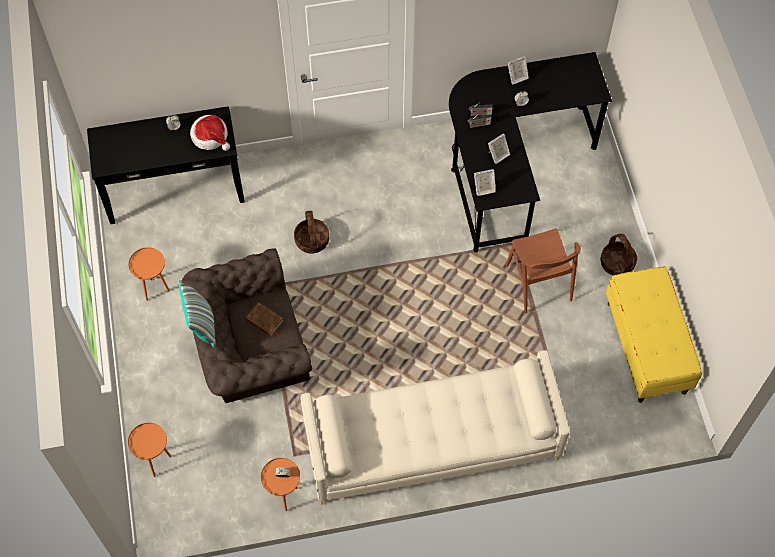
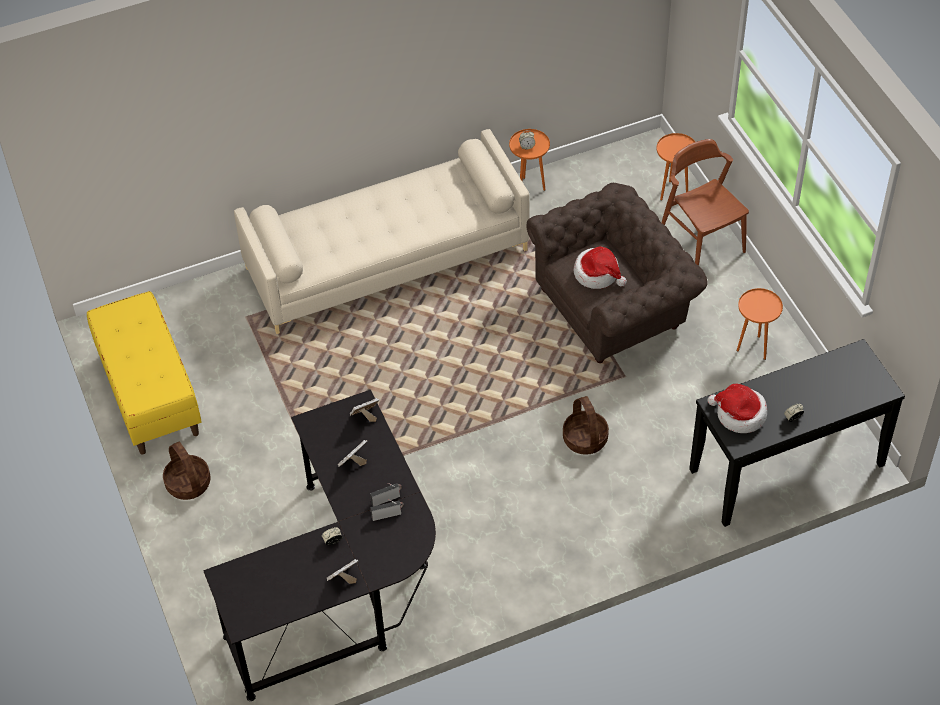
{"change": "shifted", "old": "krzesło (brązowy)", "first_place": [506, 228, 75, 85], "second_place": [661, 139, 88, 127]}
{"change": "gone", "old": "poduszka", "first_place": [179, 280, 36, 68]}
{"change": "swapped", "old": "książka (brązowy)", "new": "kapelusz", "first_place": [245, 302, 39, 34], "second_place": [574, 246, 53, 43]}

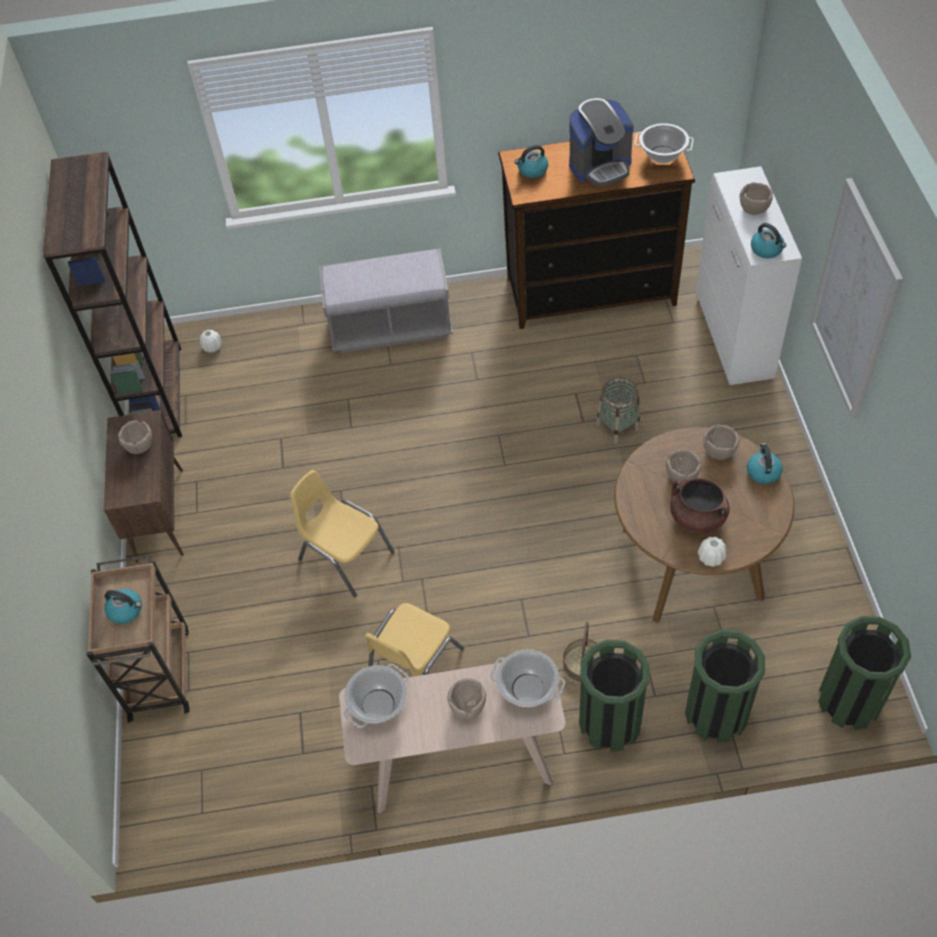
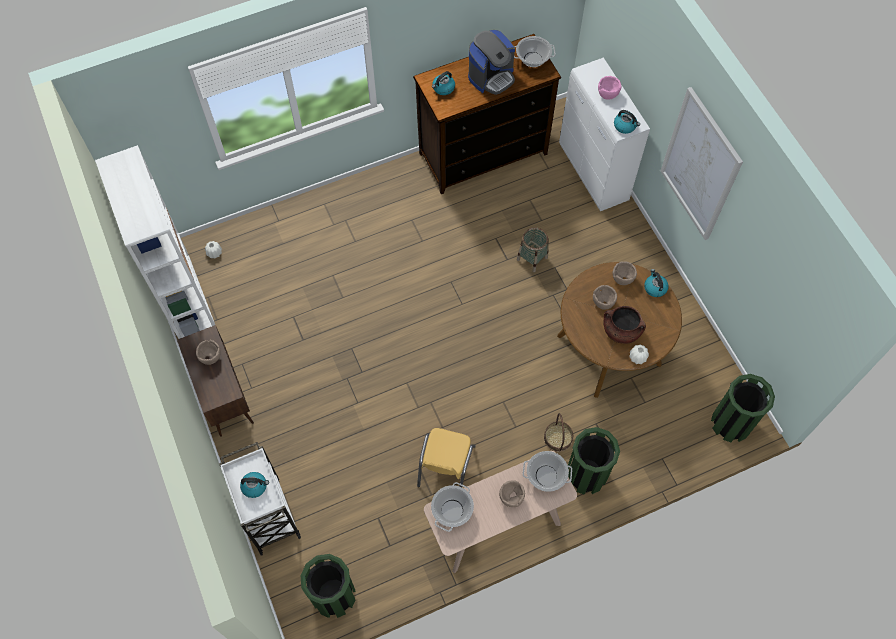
{"change": "repainted", "old": "regał (brązowy)", "new": "regał (biały)", "first_place": [43, 151, 139, 286], "second_place": [95, 145, 120, 194]}
{"change": "repainted", "old": "miska (brązowy)", "new": "miska (różowy)", "first_place": [740, 182, 33, 33], "second_place": [598, 76, 23, 24]}
{"change": "gone", "old": "ławka (szary)", "first_place": [319, 248, 134, 105]}
{"change": "gone", "old": "krzesło (żółty)", "first_place": [290, 470, 105, 128]}
{"change": "repainted", "old": "wózek (brązowy)", "new": "wózek (biały)", "first_place": [87, 555, 103, 168], "second_place": [219, 442, 82, 114]}
{"change": "shifted", "old": "kosz na śmieci (zielony)", "first_place": [685, 630, 80, 113], "second_place": [300, 554, 56, 64]}

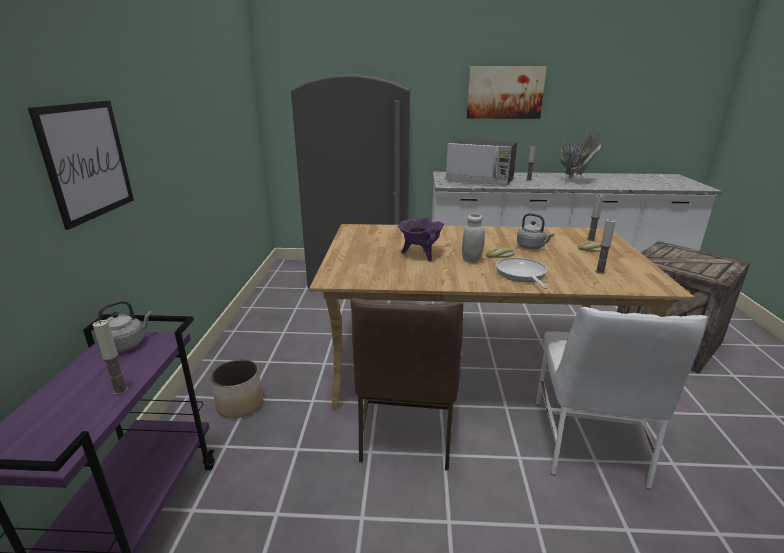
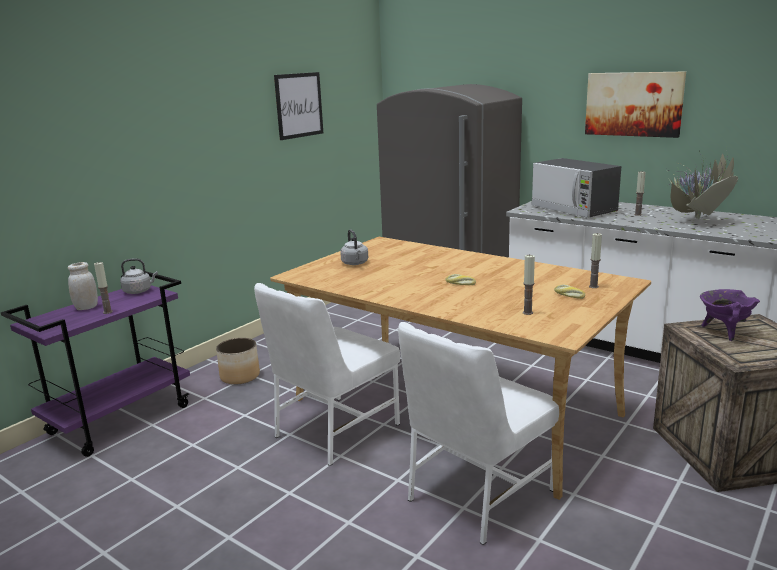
{"change": "shifted", "old": "obraz", "first_place": [28, 100, 106, 130], "second_place": [274, 72, 49, 68]}
{"change": "shifted", "old": "czajnik (szary)", "first_place": [517, 213, 37, 36], "second_place": [340, 229, 28, 36]}
{"change": "shifted", "old": "słoik (biały)", "first_place": [462, 214, 23, 49], "second_place": [68, 262, 30, 48]}
{"change": "shifted", "old": "garnek (fioletowy)", "first_place": [398, 217, 46, 44], "second_place": [700, 289, 60, 52]}
{"change": "gone", "old": "patelnia", "first_place": [496, 258, 52, 31]}
{"change": "repainted", "old": "krzesło (brązowy)", "new": "krzesło (biały)", "first_place": [350, 298, 113, 173], "second_place": [254, 283, 146, 183]}

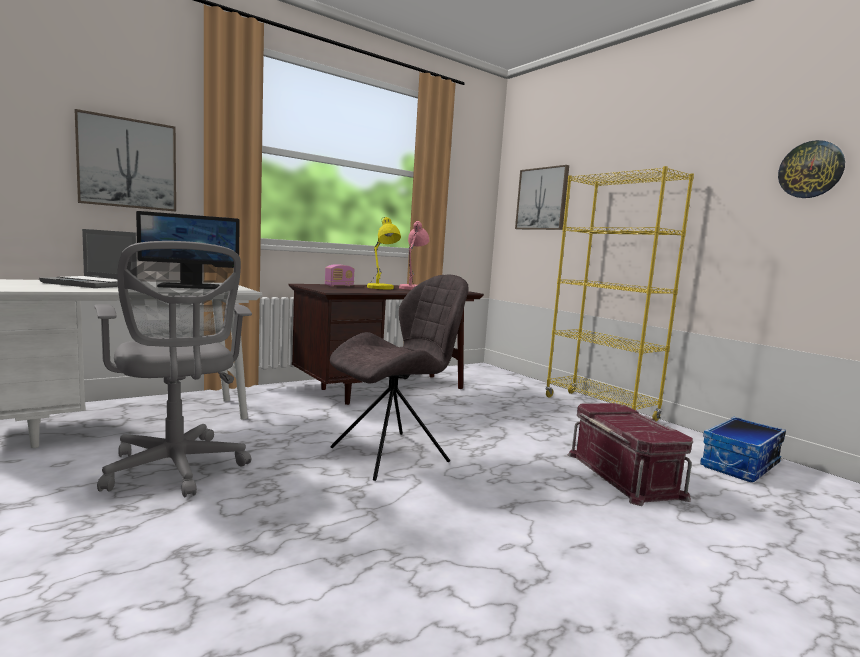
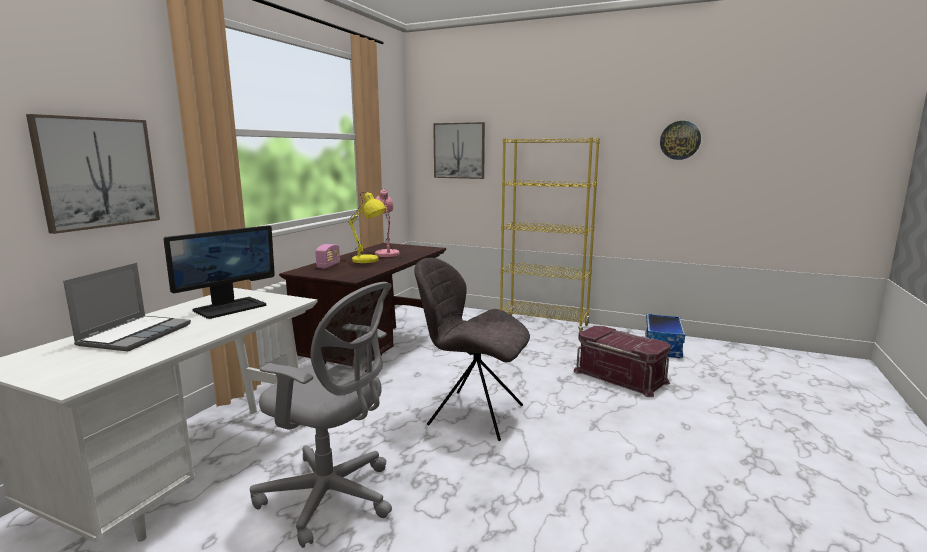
{"change": "rotated", "old": "laptop", "first_place": [39, 229, 98, 59], "second_place": [63, 263, 128, 88], "degrees": -60}
{"change": "rotated", "old": "krzesło (szary)", "first_place": [330, 275, 139, 206], "second_place": [414, 258, 116, 183], "degrees": -90}

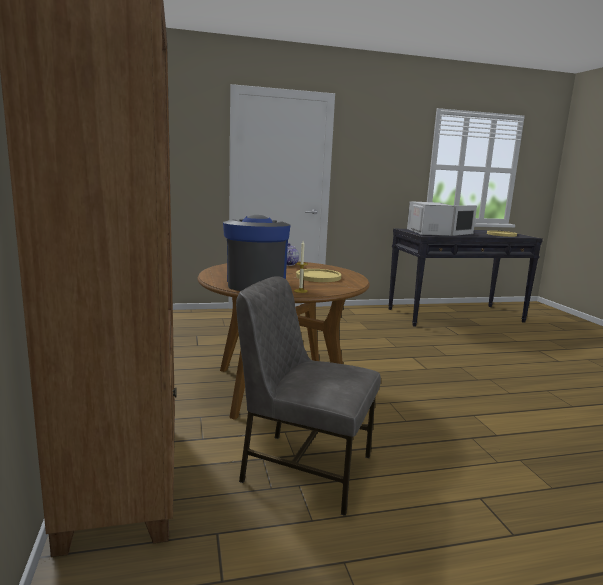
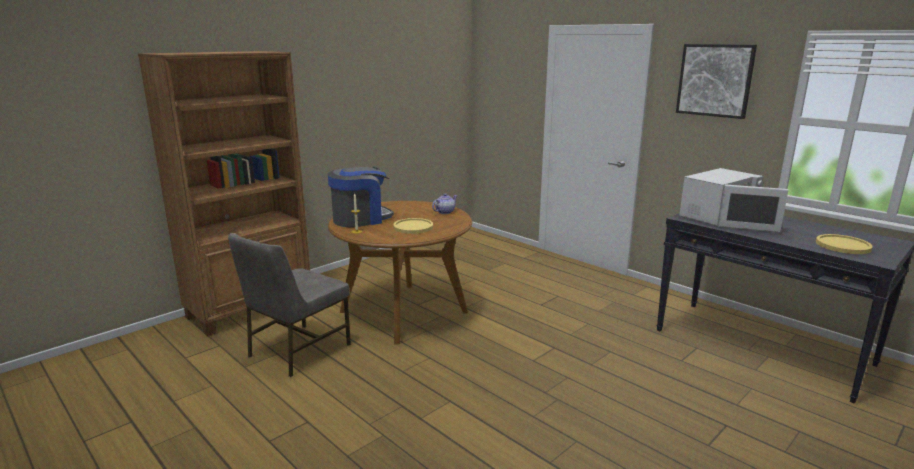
{"change": "rotated", "old": "krzesło (szary)", "first_place": [236, 276, 145, 240], "second_place": [228, 233, 123, 144], "degrees": -135}
{"change": "new", "new": "obraz", "second_place": [676, 44, 81, 75]}

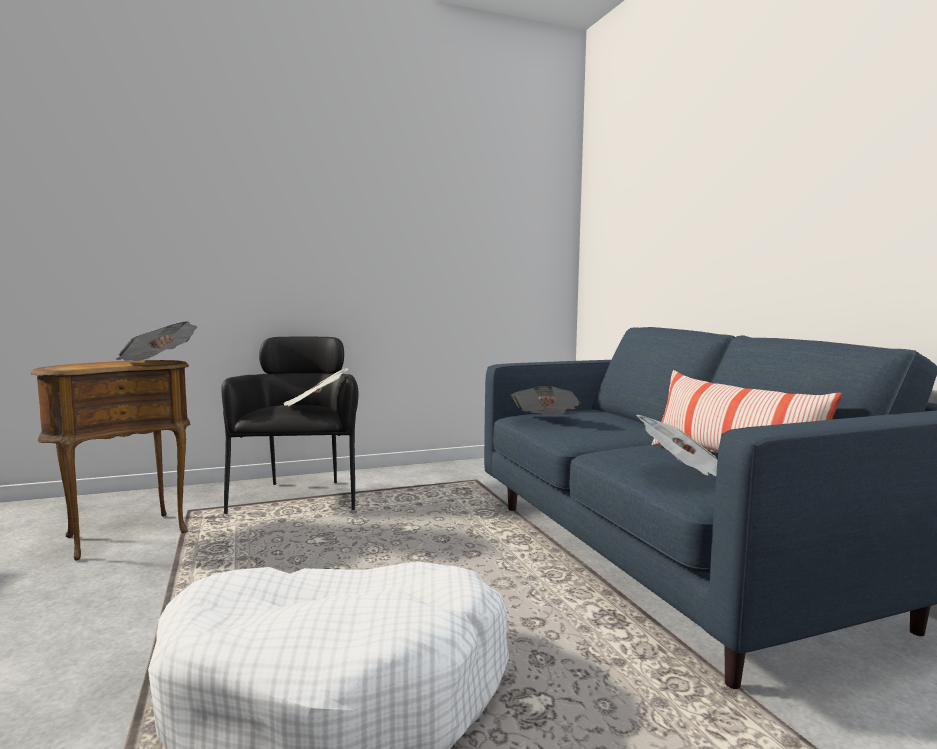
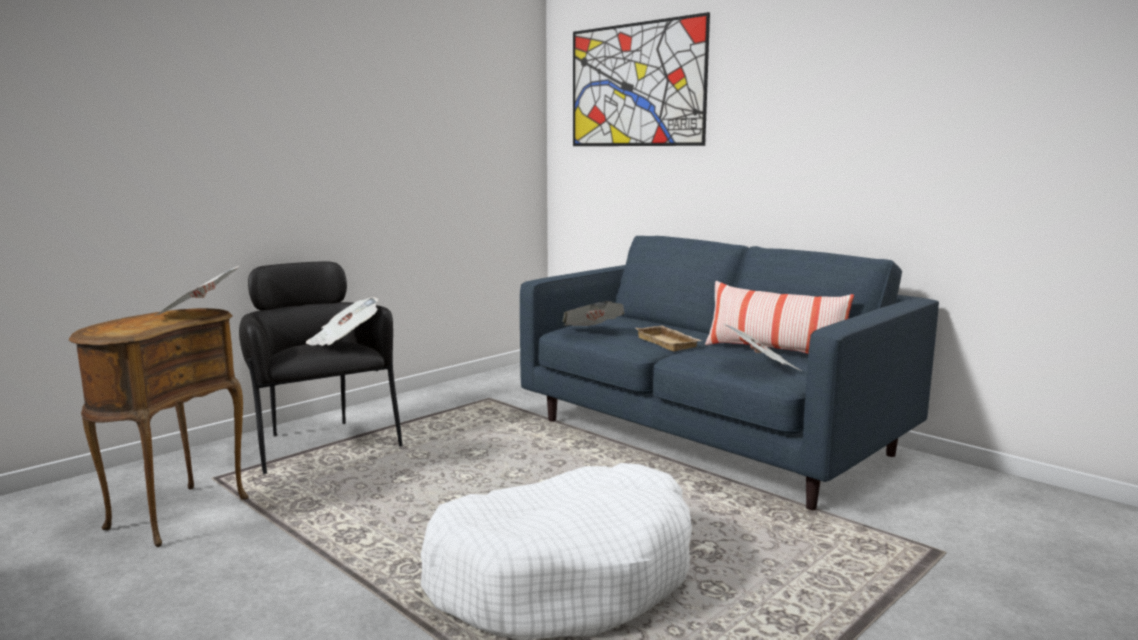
{"change": "new", "new": "obraz", "second_place": [573, 12, 137, 134]}
{"change": "new", "new": "taca (beżowy)", "second_place": [636, 325, 66, 26]}

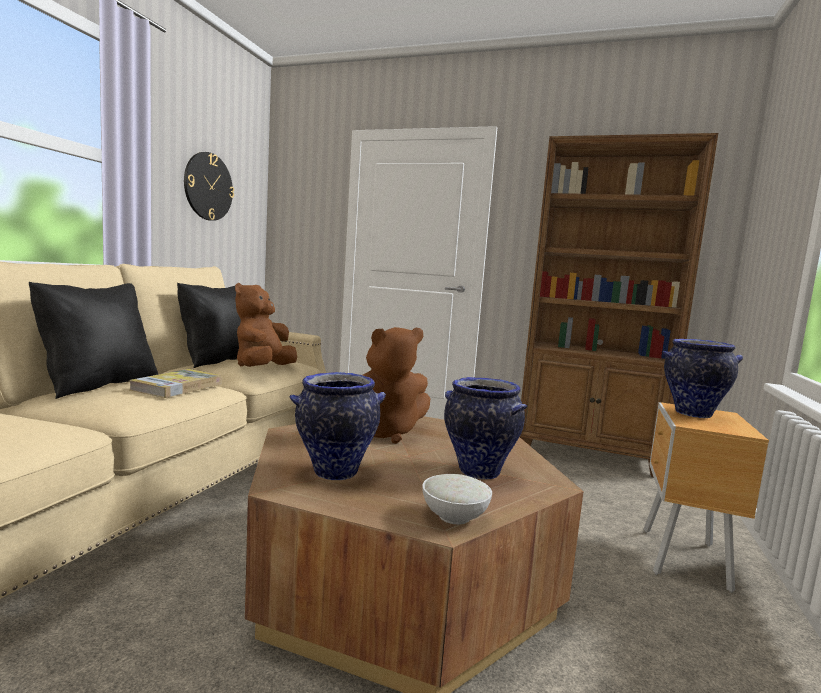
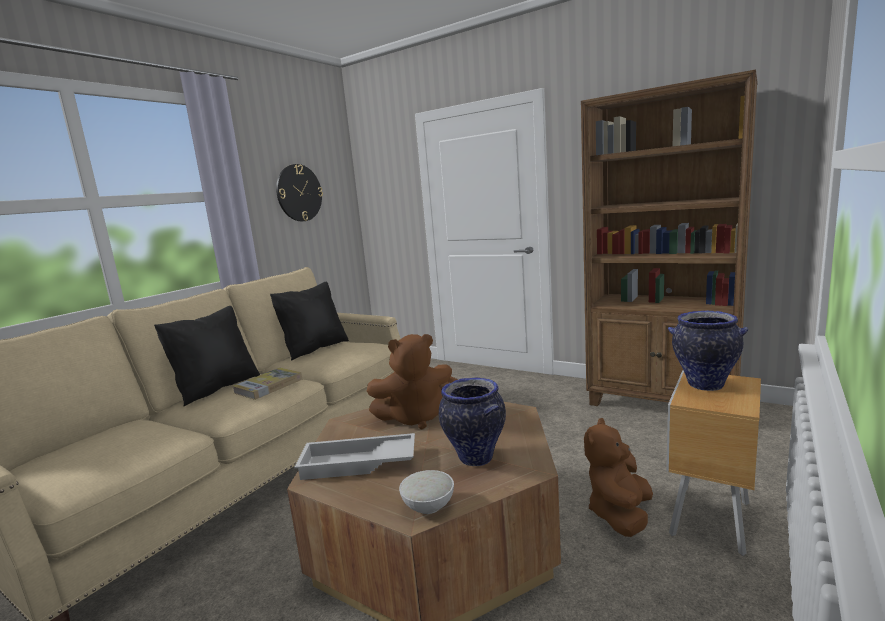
{"change": "shifted", "old": "pluszak (brązowy)", "first_place": [235, 283, 62, 84], "second_place": [584, 418, 69, 119]}
{"change": "swapped", "old": "wazon", "new": "taca (biały)", "first_place": [290, 372, 96, 108], "second_place": [295, 433, 120, 47]}

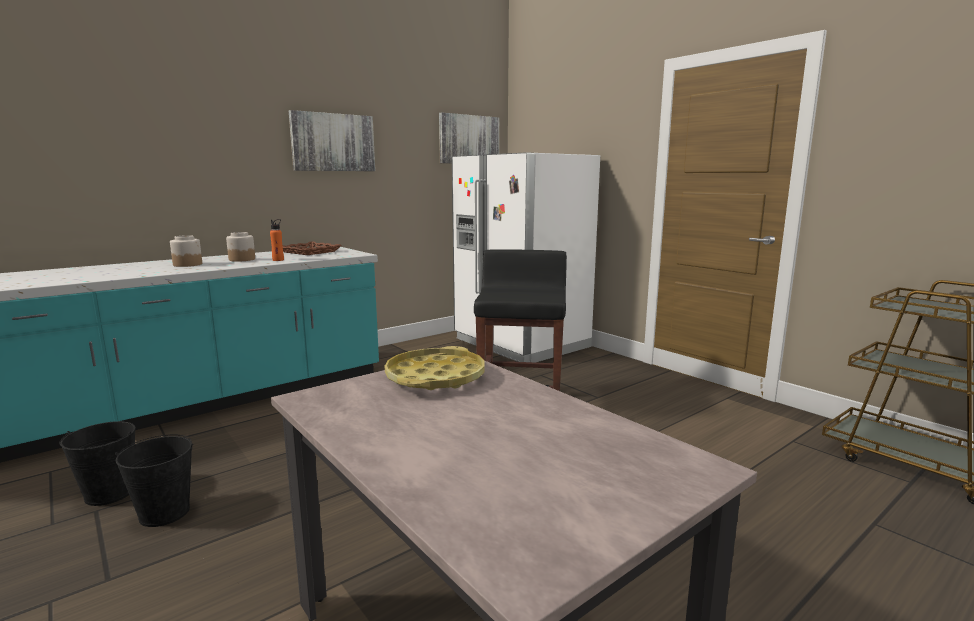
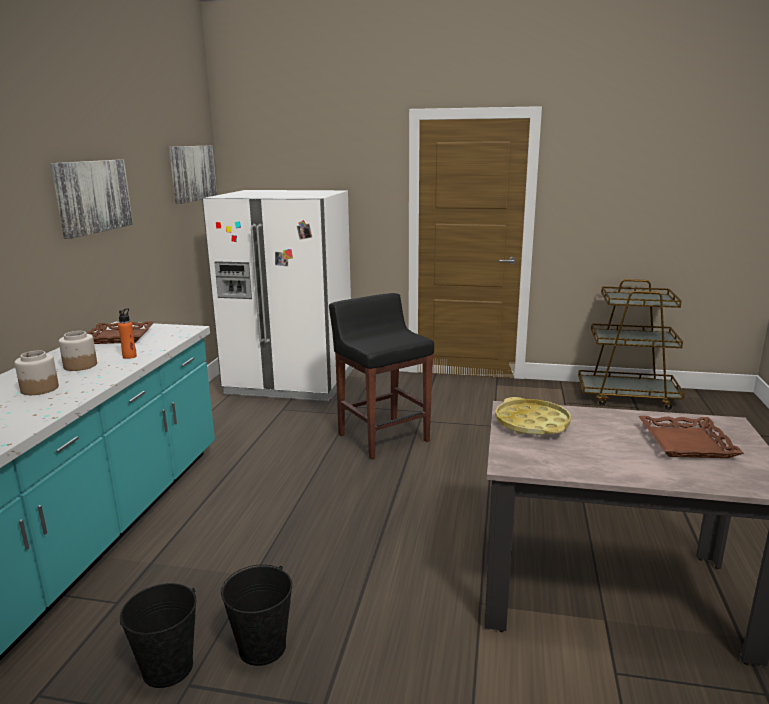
{"change": "new", "new": "taca (brązowy)", "second_place": [638, 416, 106, 42]}

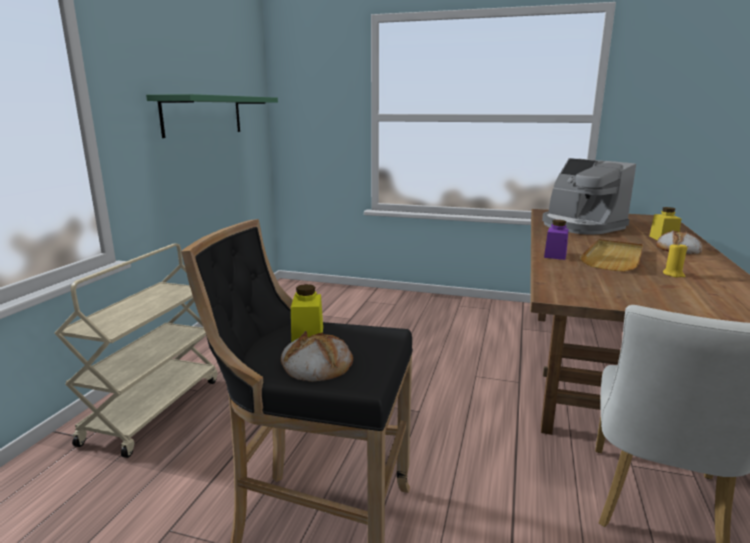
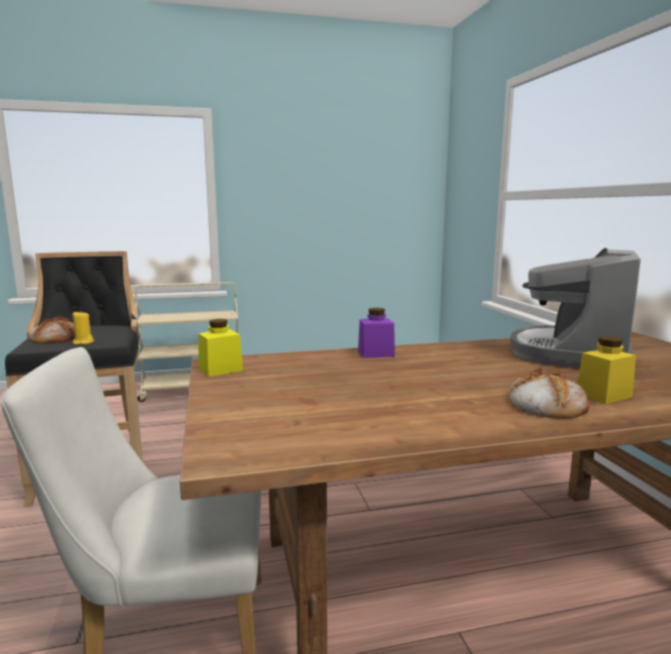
{"change": "gone", "old": "półka (zielony)", "first_place": [146, 94, 132, 44]}
{"change": "gone", "old": "taca (beżowy)", "first_place": [580, 239, 63, 33]}
{"change": "shifted", "old": "świeca (żółty)", "first_place": [663, 242, 24, 35], "second_place": [72, 311, 22, 34]}
{"change": "shifted", "old": "słoik (żółty)", "first_place": [291, 284, 32, 58], "second_place": [198, 319, 45, 58]}

